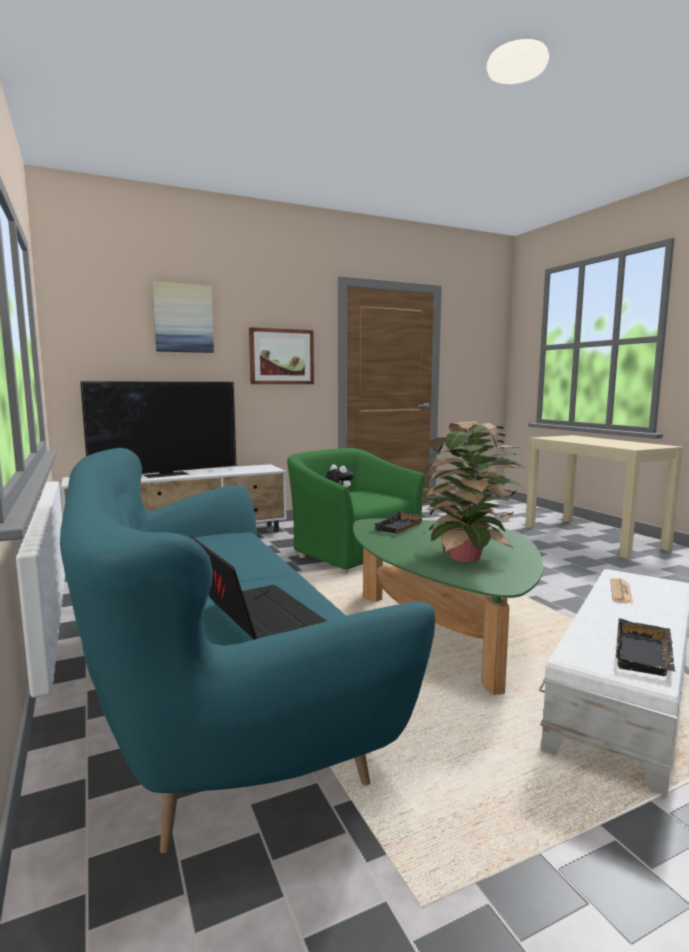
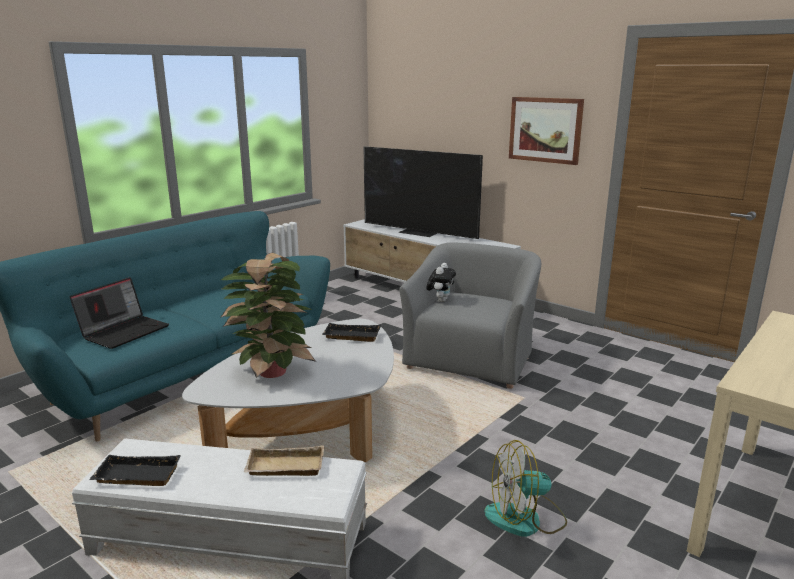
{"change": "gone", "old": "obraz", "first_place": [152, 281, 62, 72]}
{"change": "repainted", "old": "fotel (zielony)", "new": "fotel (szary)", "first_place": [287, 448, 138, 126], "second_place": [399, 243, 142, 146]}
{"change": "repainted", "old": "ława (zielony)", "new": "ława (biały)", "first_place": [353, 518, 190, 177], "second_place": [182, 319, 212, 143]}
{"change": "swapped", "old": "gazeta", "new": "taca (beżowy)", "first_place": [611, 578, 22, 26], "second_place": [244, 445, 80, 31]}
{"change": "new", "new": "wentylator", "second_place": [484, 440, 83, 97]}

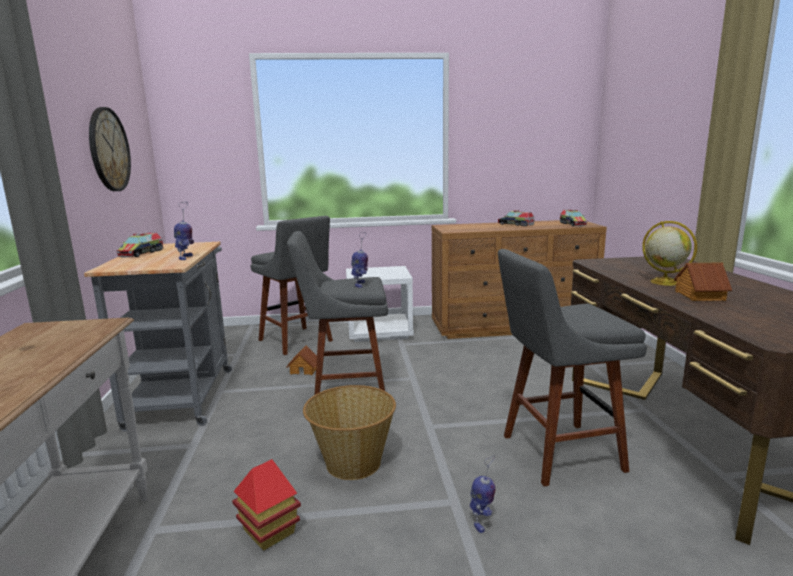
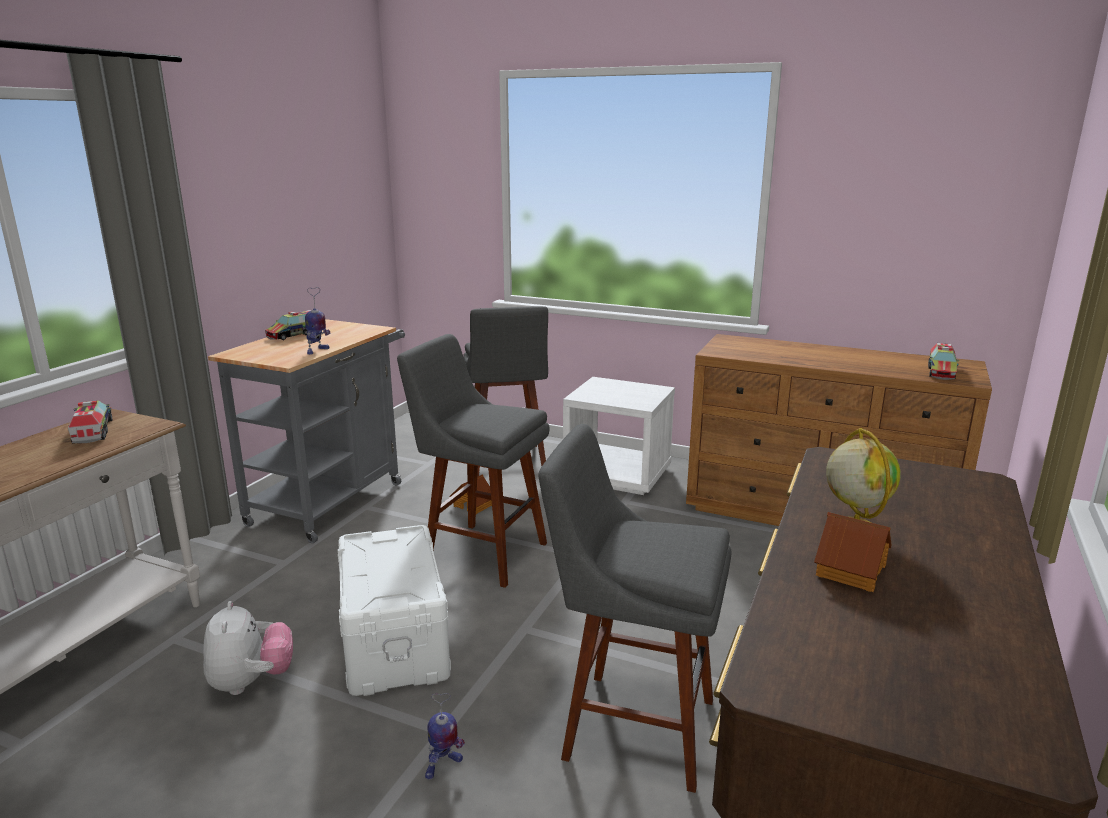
{"change": "gone", "old": "zegar ścienny", "first_place": [89, 107, 42, 84]}
{"change": "shifted", "old": "ciężarówka zabawkowa", "first_place": [498, 210, 36, 17], "second_place": [68, 400, 44, 43]}
{"change": "gone", "old": "robot zabawkowy", "first_place": [351, 232, 17, 56]}
{"change": "swapped", "old": "koszyk", "new": "pojemnik do przechowywania (biały)", "first_place": [303, 385, 93, 95], "second_place": [338, 525, 113, 171]}
{"change": "swapped", "old": "domek", "new": "pluszak", "first_place": [232, 459, 69, 92], "second_place": [203, 601, 90, 94]}

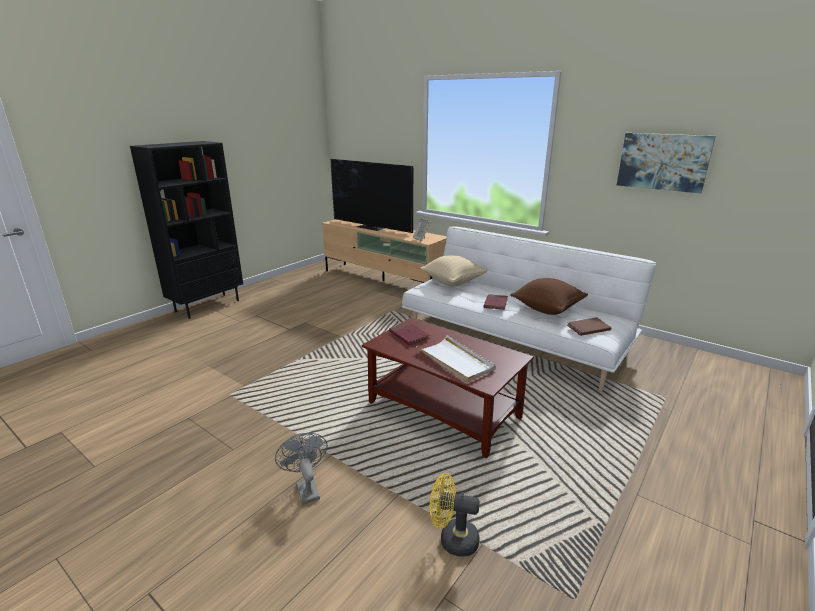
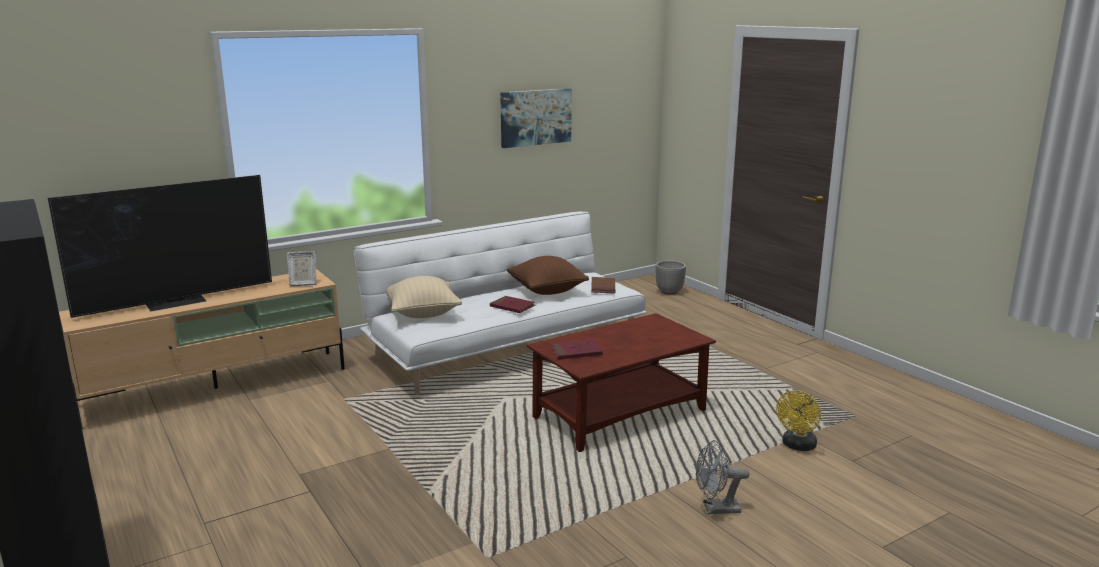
{"change": "gone", "old": "taca (biały)", "first_place": [416, 335, 80, 47]}
{"change": "new", "new": "donica", "second_place": [655, 260, 31, 35]}

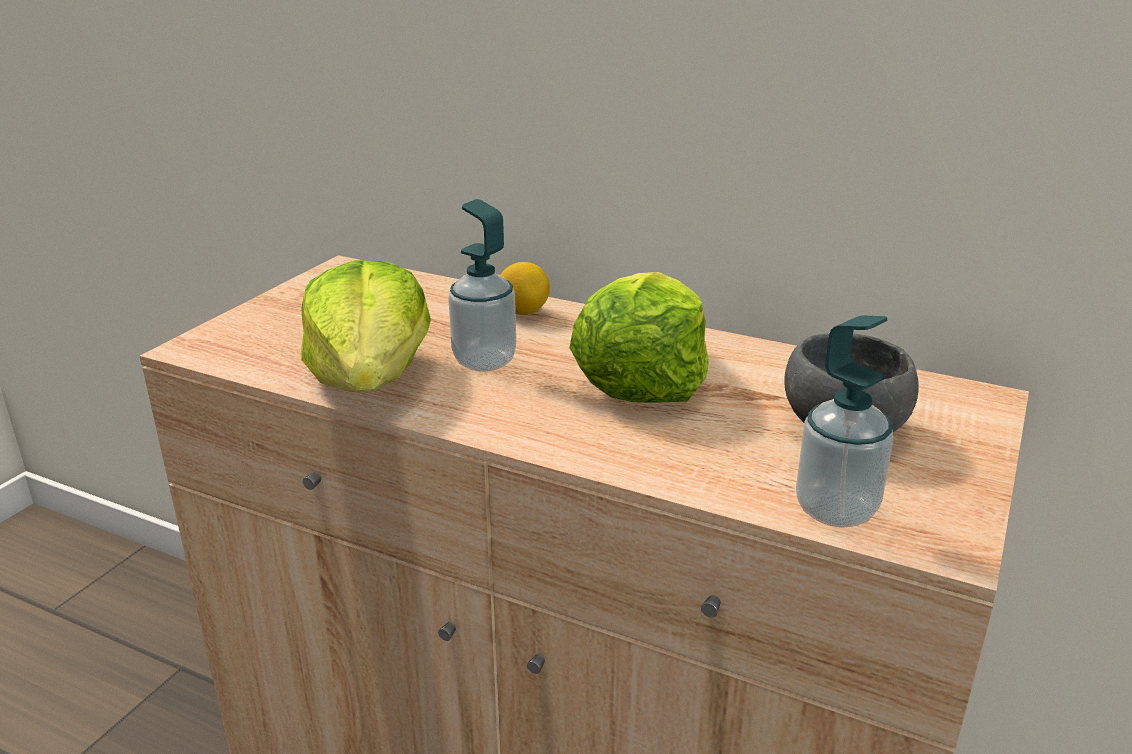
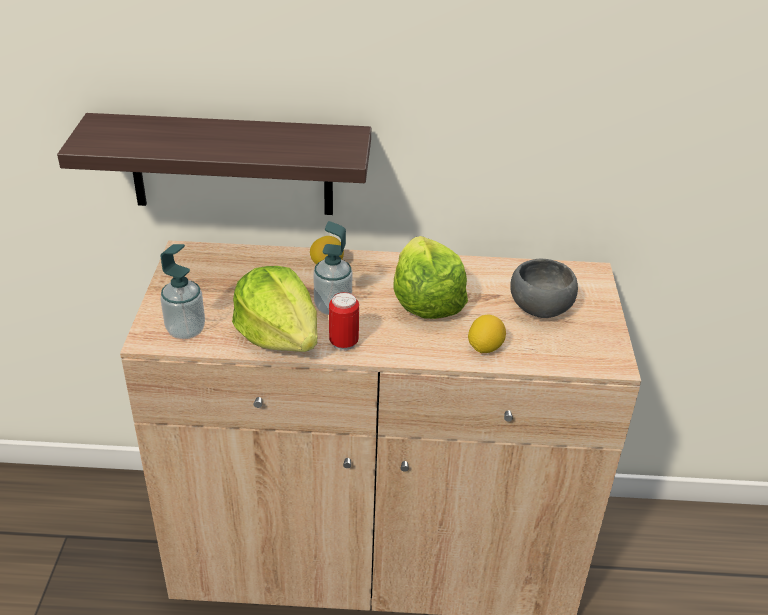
{"change": "shifted", "old": "dozownik mydła", "first_place": [796, 315, 97, 213], "second_place": [161, 244, 44, 95]}
{"change": "new", "new": "półka", "second_place": [57, 113, 314, 102]}
{"change": "new", "new": "puszka", "second_place": [329, 292, 30, 59]}
{"change": "new", "new": "cytryna", "second_place": [468, 315, 38, 38]}

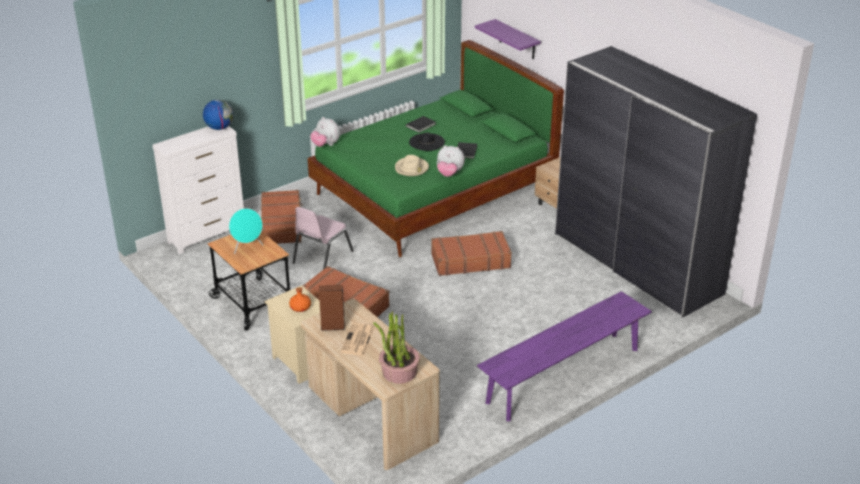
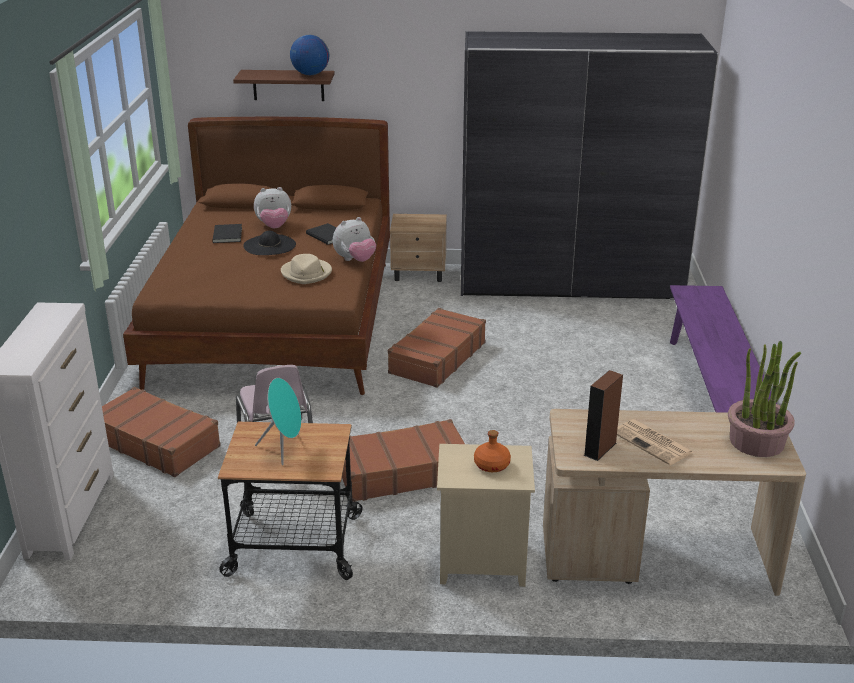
{"change": "repainted", "old": "półka (fioletowy)", "new": "półka (brązowy)", "first_place": [475, 19, 66, 40], "second_place": [233, 70, 102, 31]}
{"change": "repainted", "old": "łóżko (zielony)", "new": "łóżko (brązowy)", "first_place": [308, 40, 256, 217], "second_place": [123, 117, 267, 278]}
{"change": "shifted", "old": "globus", "first_place": [203, 100, 30, 30], "second_place": [290, 35, 39, 40]}
{"change": "shifted", "old": "pluszak", "first_place": [310, 117, 30, 30], "second_place": [254, 187, 37, 41]}

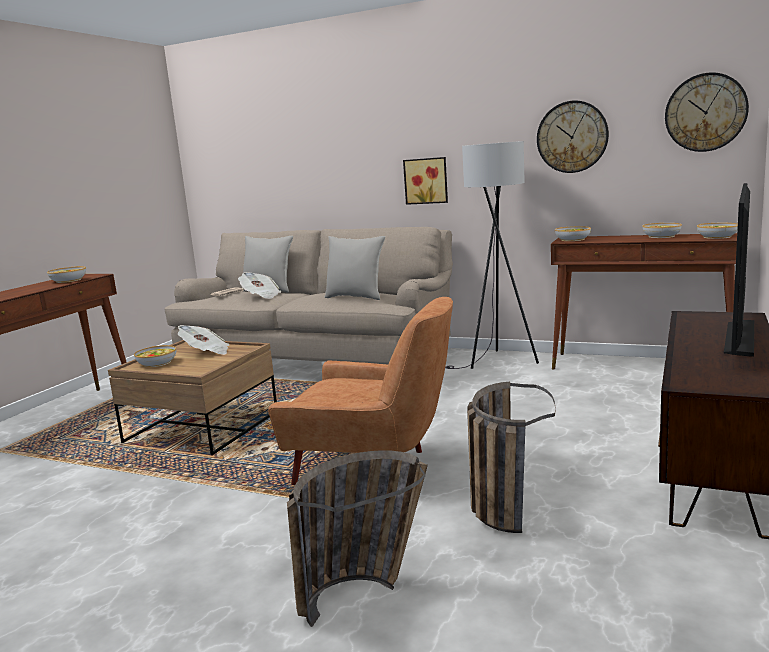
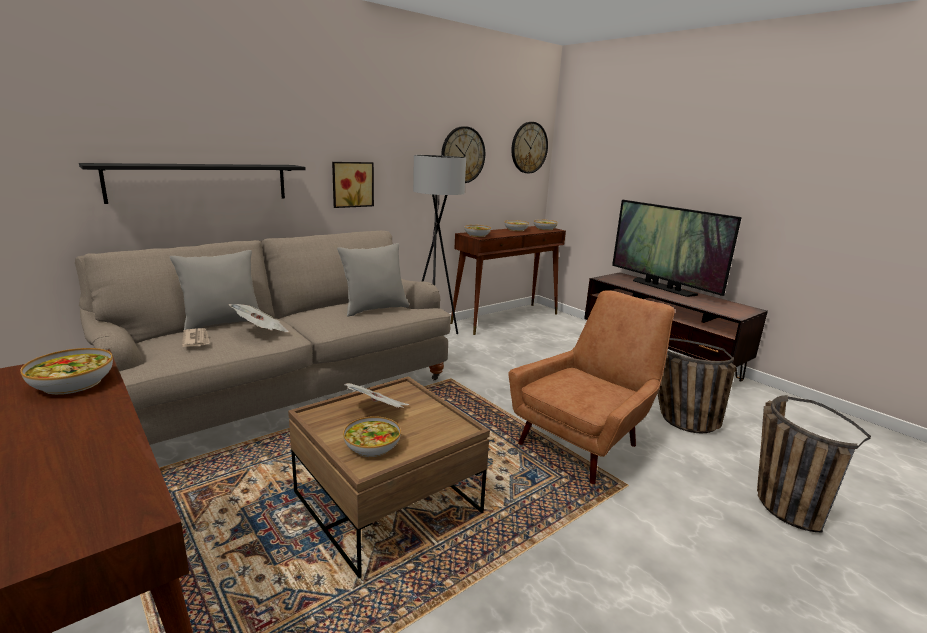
{"change": "new", "new": "półka (czarny)", "second_place": [79, 163, 227, 41]}

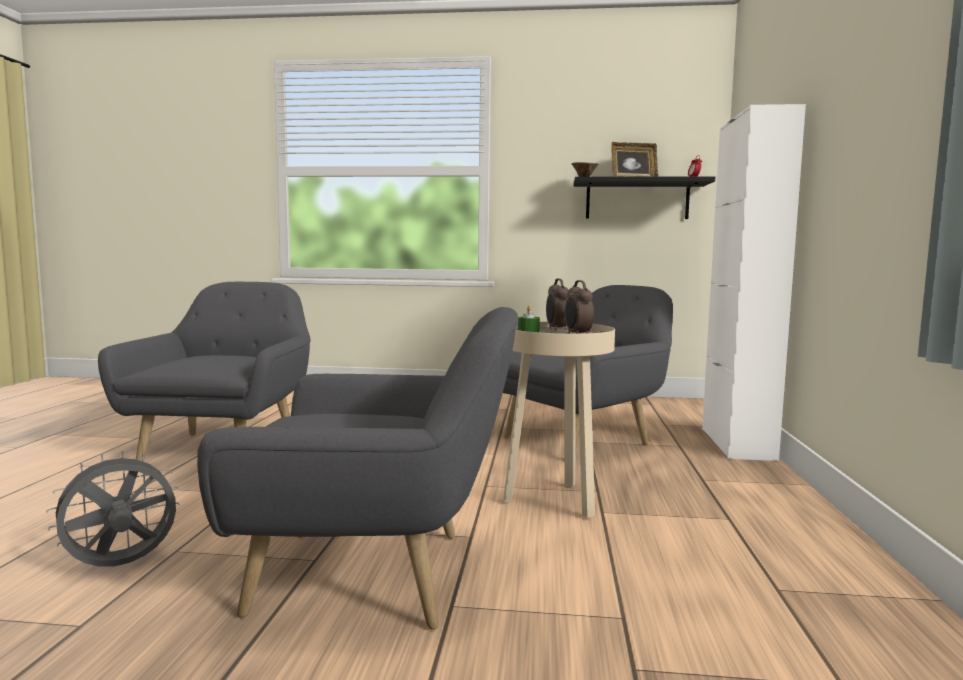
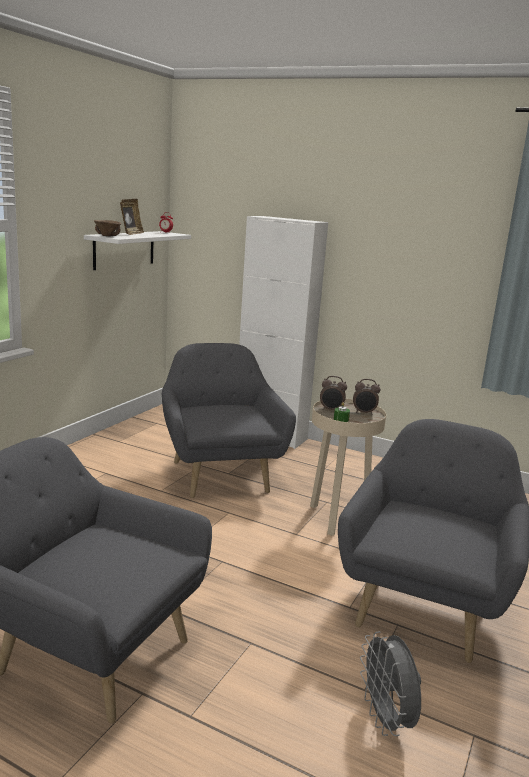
{"change": "repainted", "old": "półka (czarny)", "new": "półka (biały)", "first_place": [573, 176, 142, 43], "second_place": [84, 231, 107, 39]}

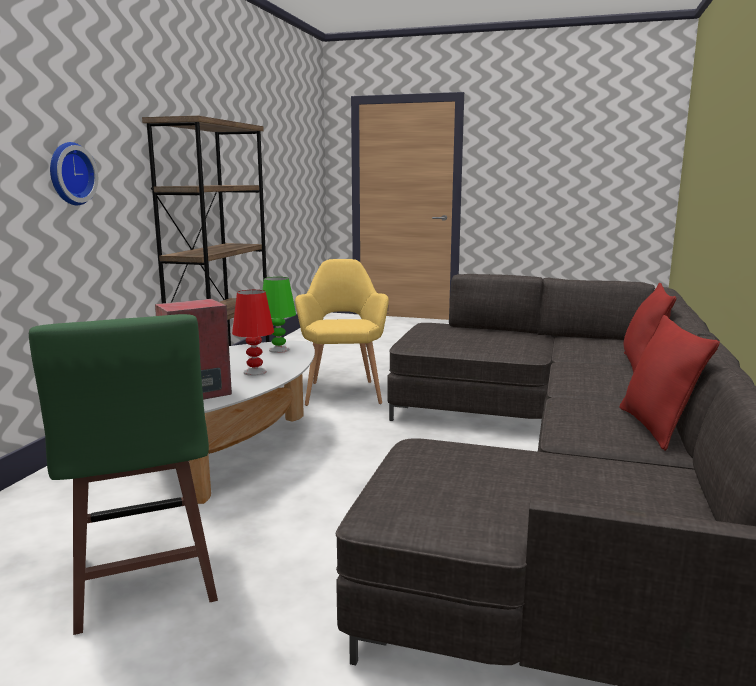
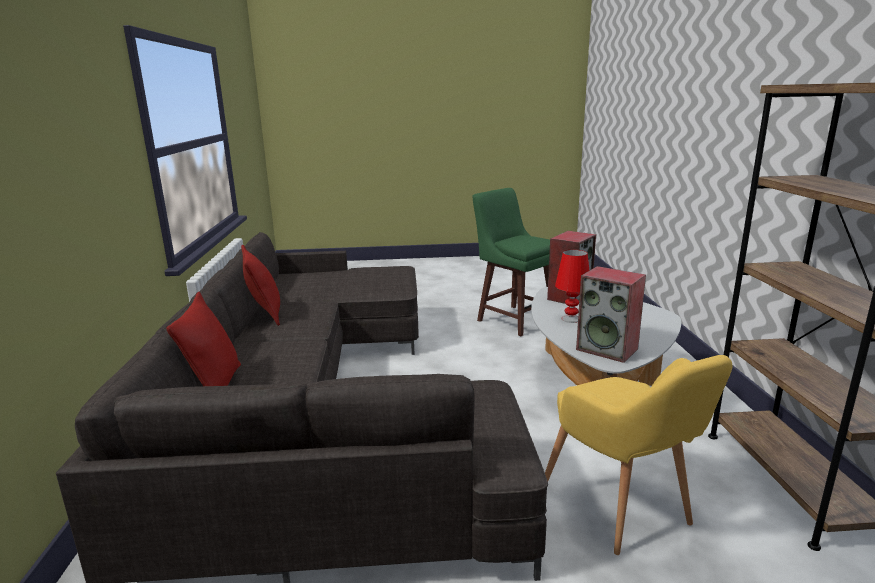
{"change": "gone", "old": "zegar ścienny", "first_place": [50, 142, 48, 63]}
{"change": "swapped", "old": "lampa stołowa (zielony)", "new": "głośnik", "first_place": [263, 277, 33, 76], "second_place": [576, 266, 70, 97]}

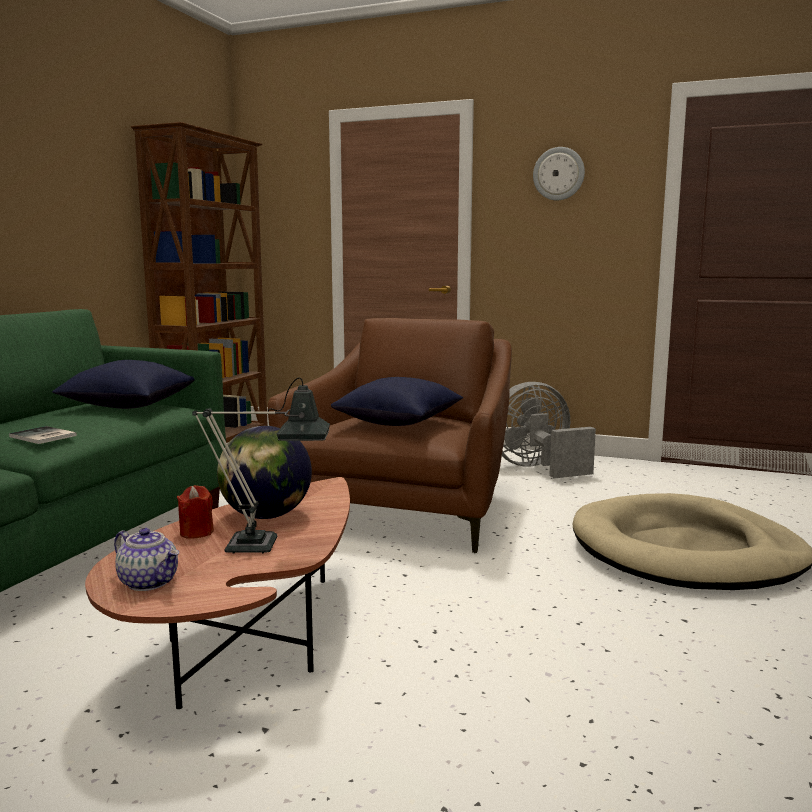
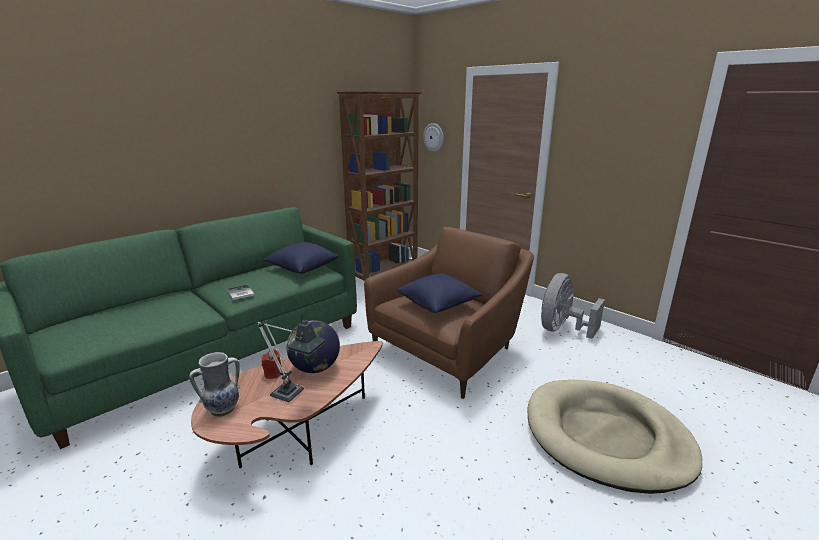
{"change": "shifted", "old": "zegar ścienny", "first_place": [533, 147, 52, 54], "second_place": [423, 123, 21, 29]}
{"change": "rotated", "old": "wentylator (szary)", "first_place": [502, 382, 94, 96], "second_place": [541, 273, 64, 66], "degrees": -60}
{"change": "swapped", "old": "imbryk", "new": "wazon", "first_place": [114, 528, 65, 63], "second_place": [189, 352, 52, 65]}

